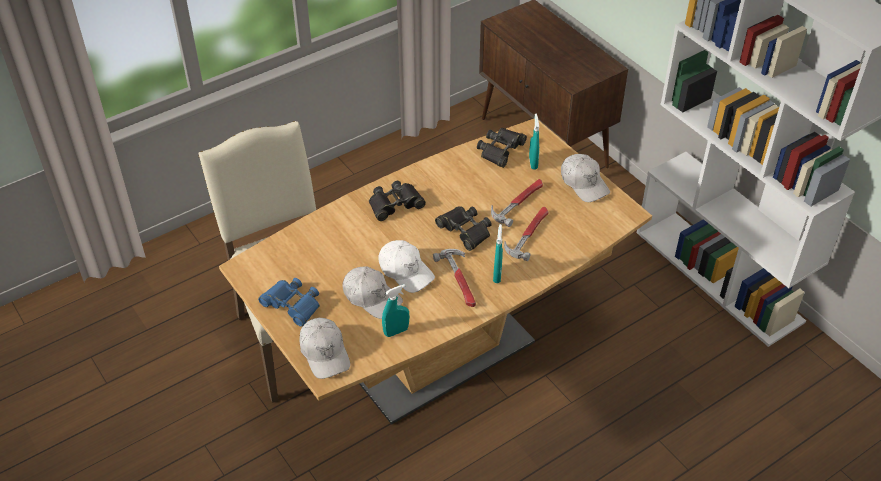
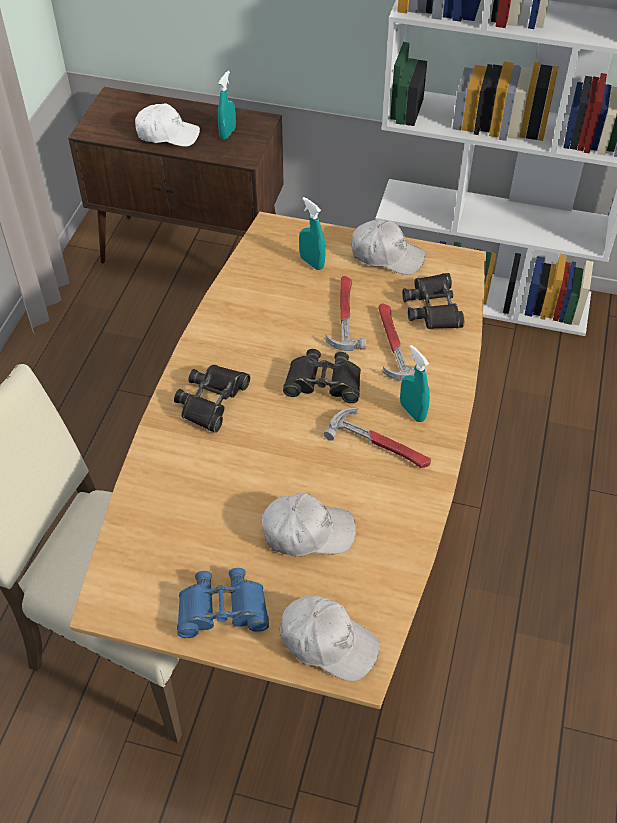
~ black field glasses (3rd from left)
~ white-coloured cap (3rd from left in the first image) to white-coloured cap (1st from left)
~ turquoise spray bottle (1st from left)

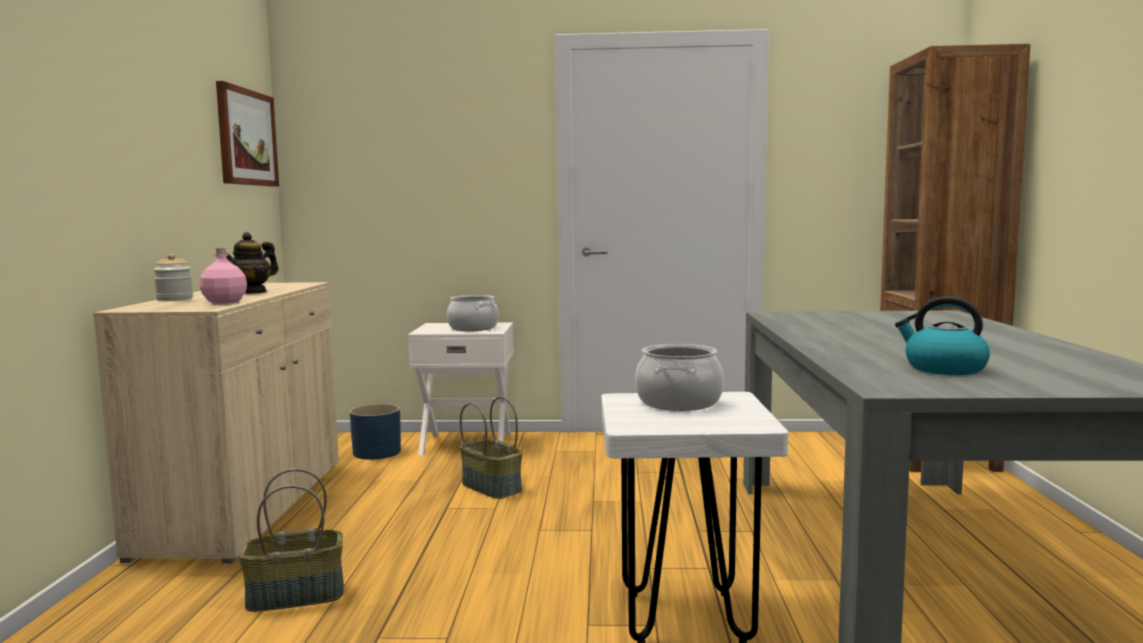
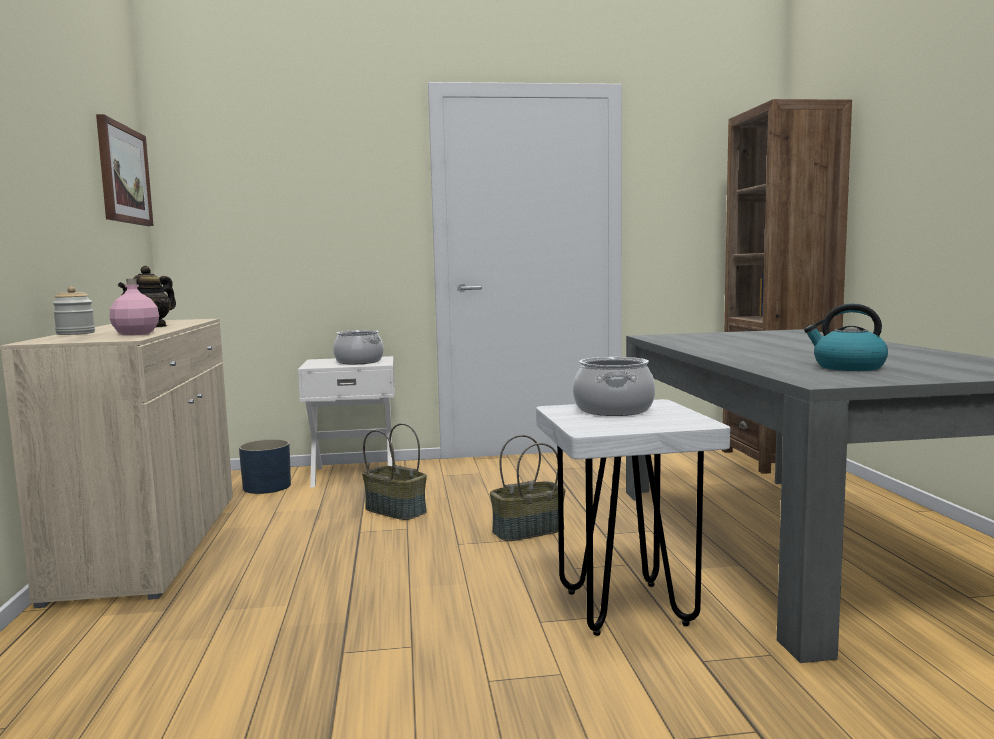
~ household basket (1st from left in the first image) to household basket (2nd from left)

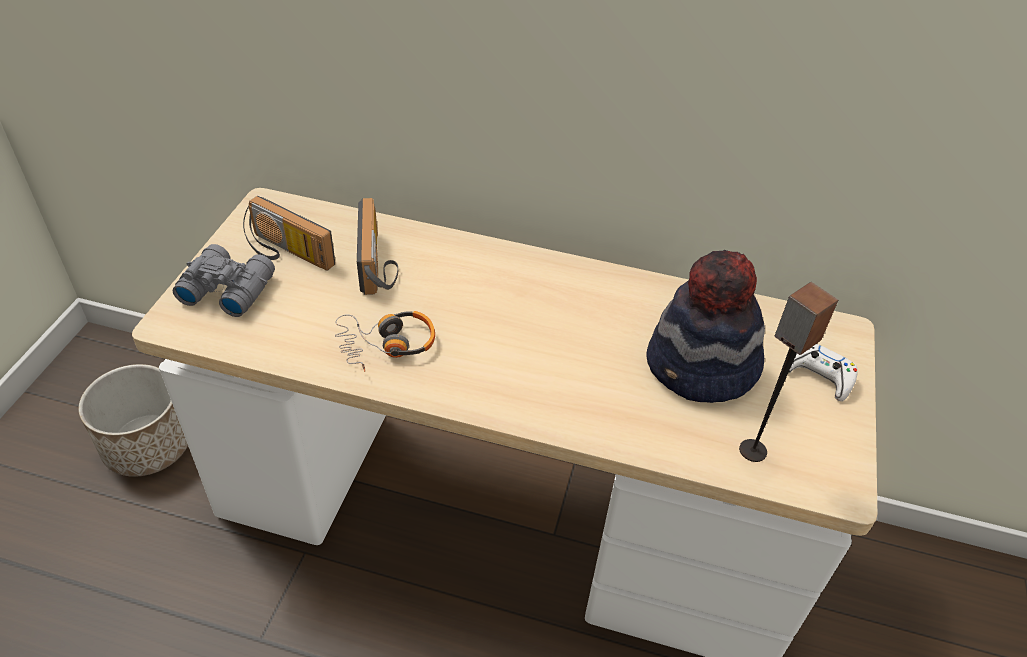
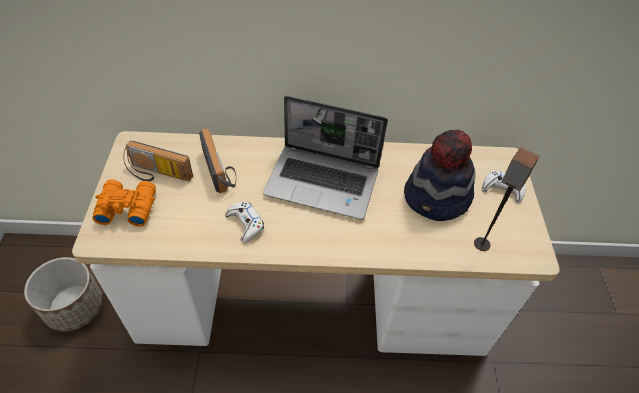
~ gray field glasses to orangey field glasses
~ pair of headphones to white-coloured joypad (1st from left)
+ laptop

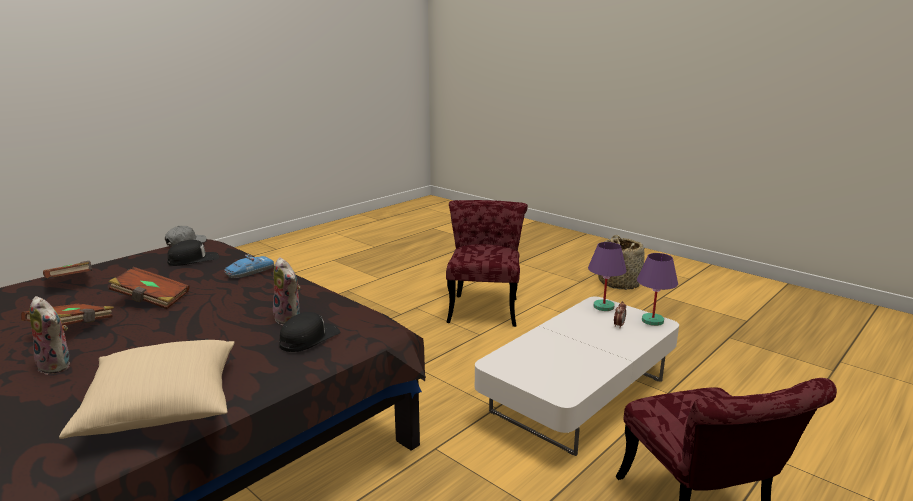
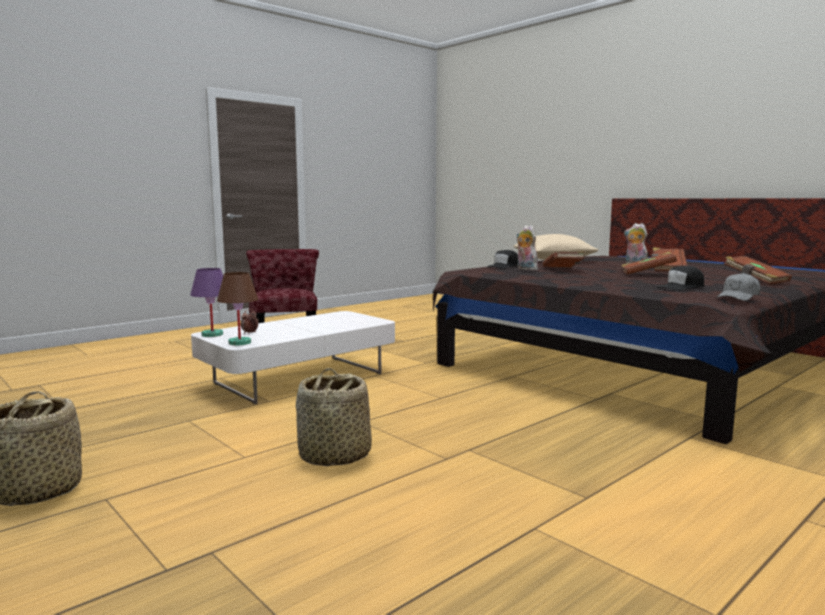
~ red-coloured chair (1st from left) to household basket (2nd from left)
~ purplish lamp for a table (1st from left) to brown lamp for a table
- toy car
+ brown book (1st from left)

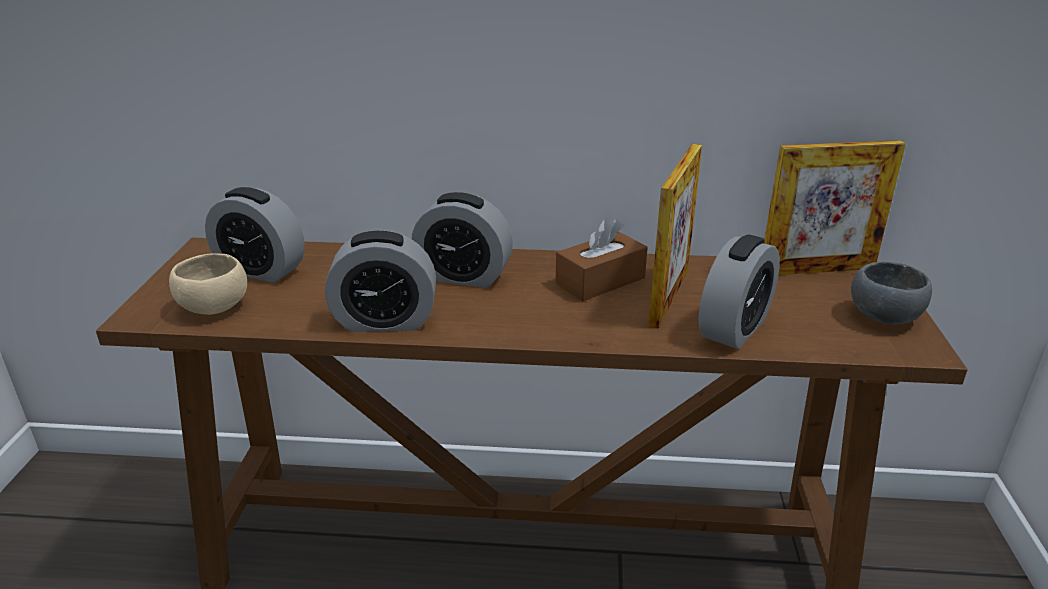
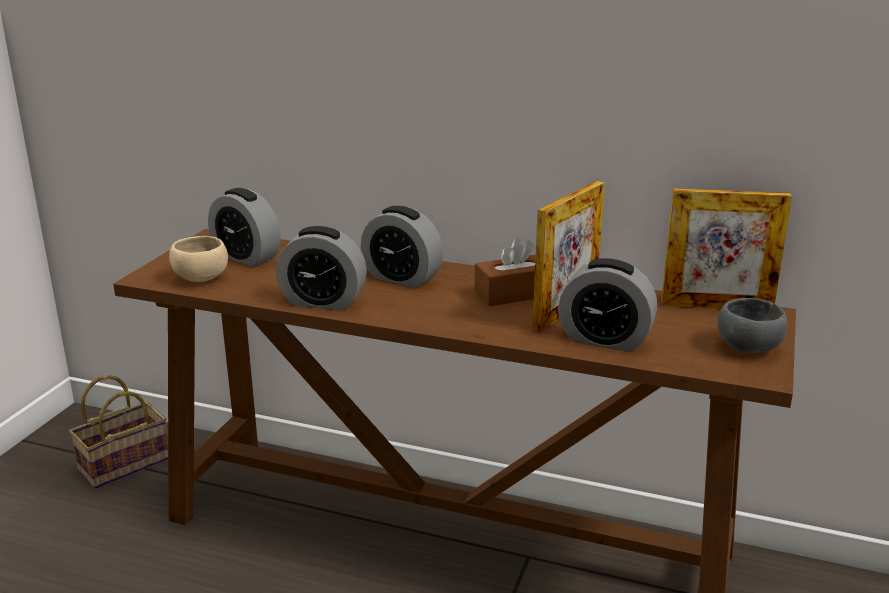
~ table clock (4th from left) 60 degrees clockwise
+ household basket

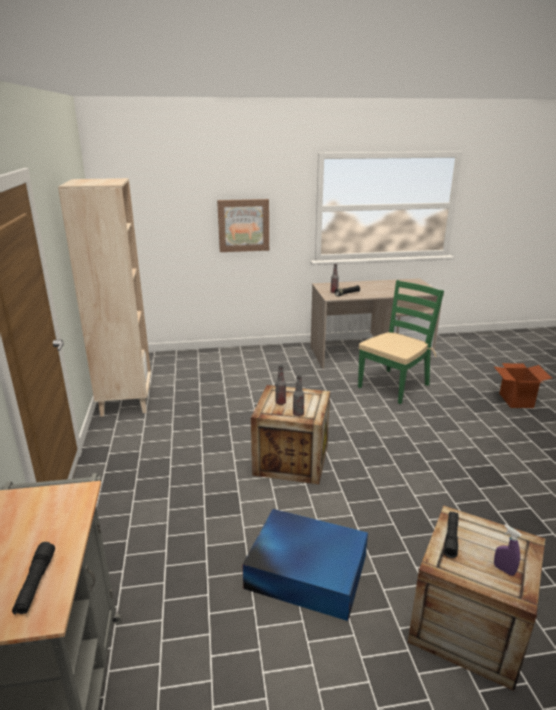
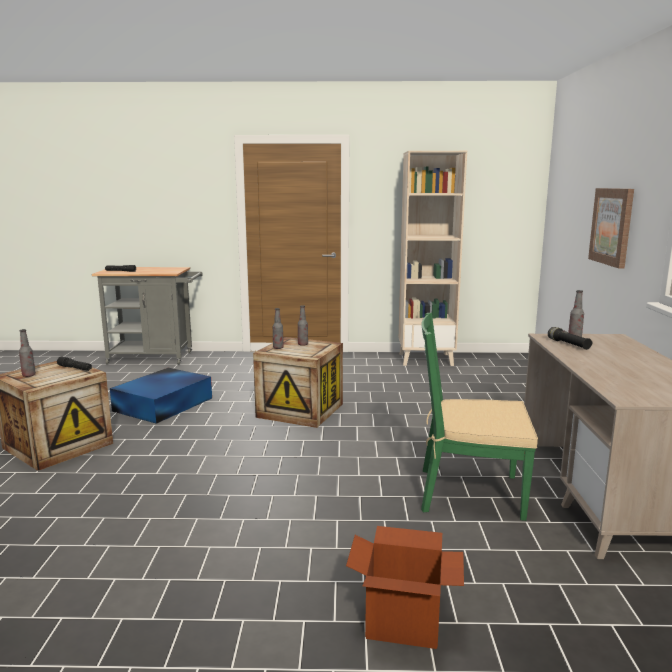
~ green chair 135 degrees clockwise
~ purplish spray bottle to beverage bottle (1st from left)

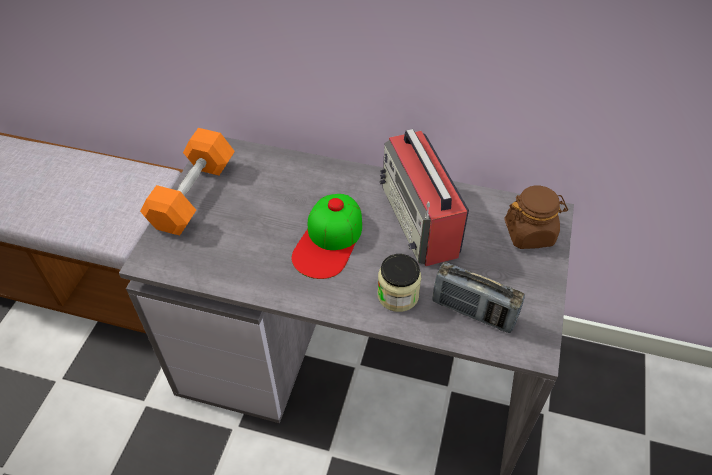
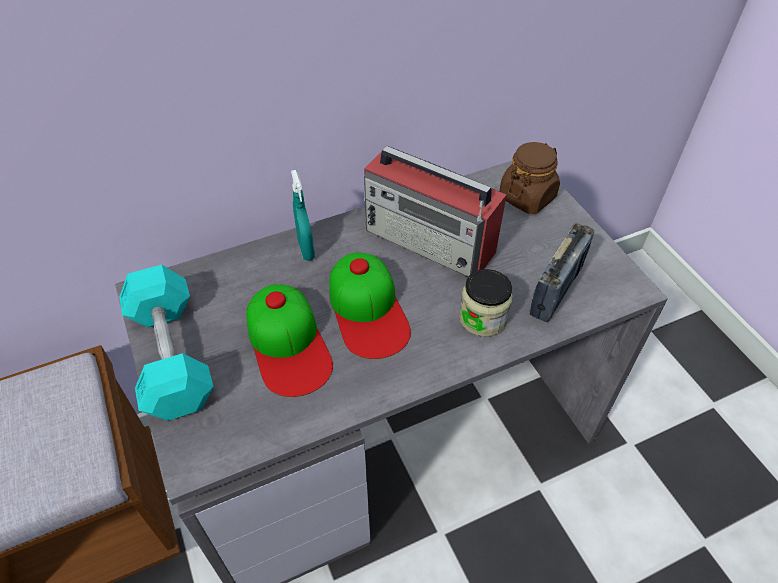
~ orangey free weight to turquoise free weight
~ radio (2nd from left) 45 degrees counterclockwise
+ turquoise spray bottle
+ cap (1st from left)

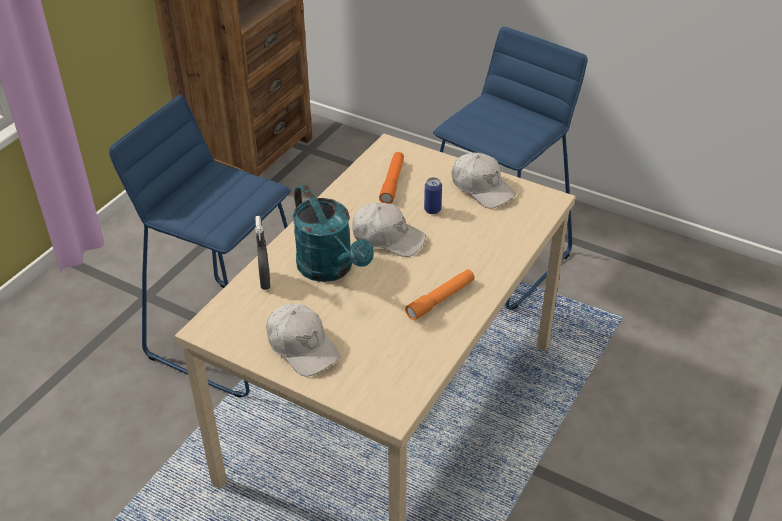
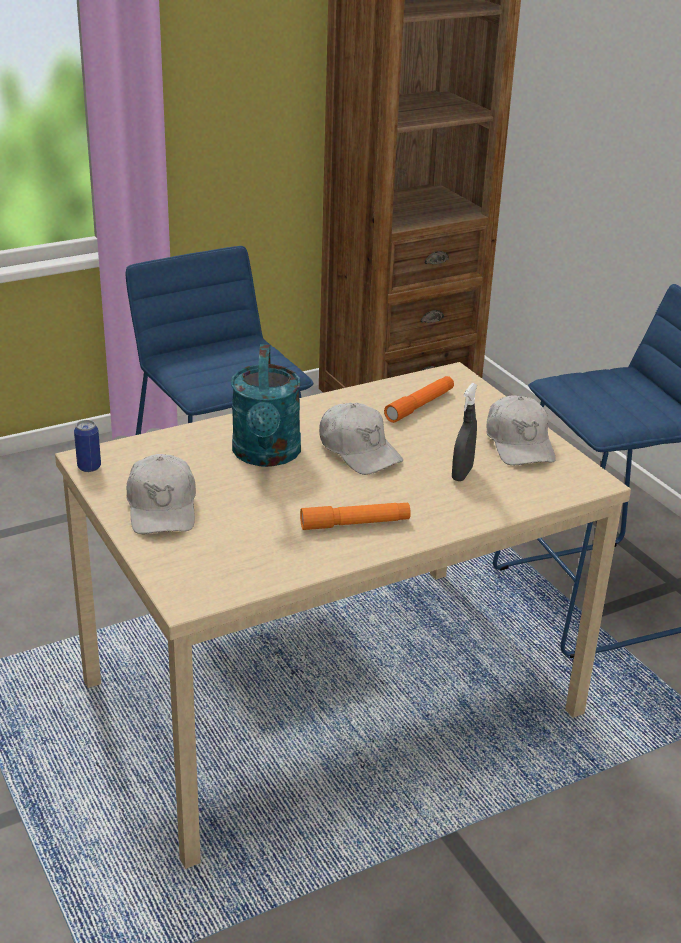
~ can
~ gray spray bottle

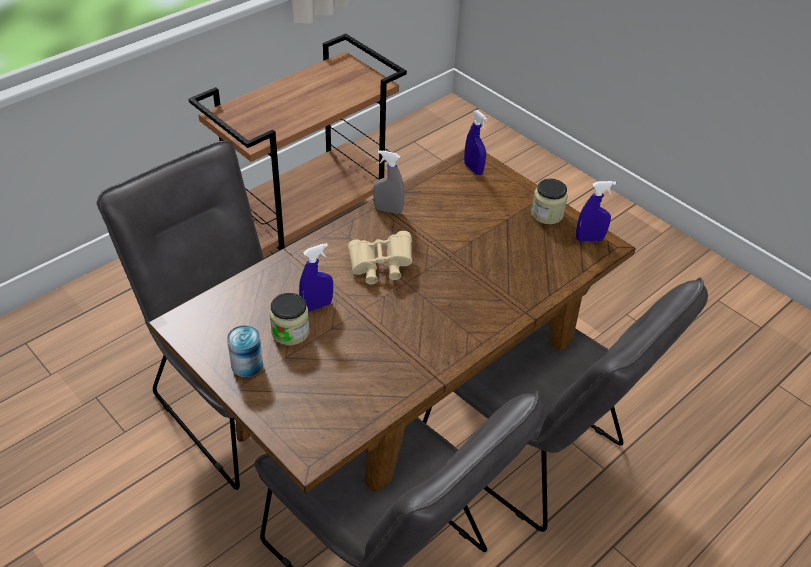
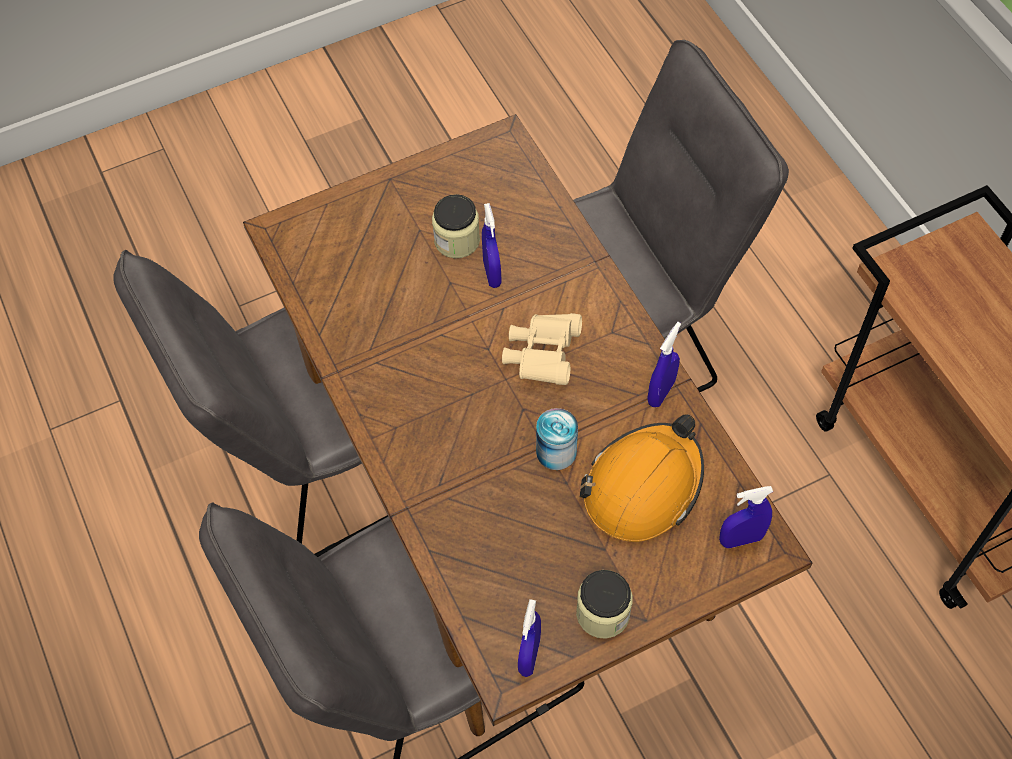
~ gray spray bottle to blue spray bottle (3rd from left)
~ can
+ orangey safety helmet

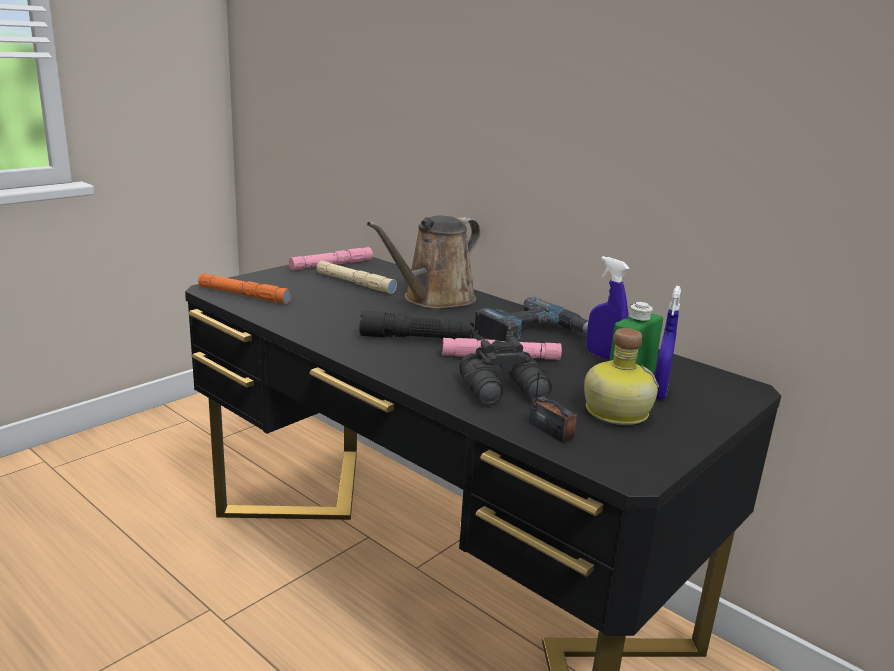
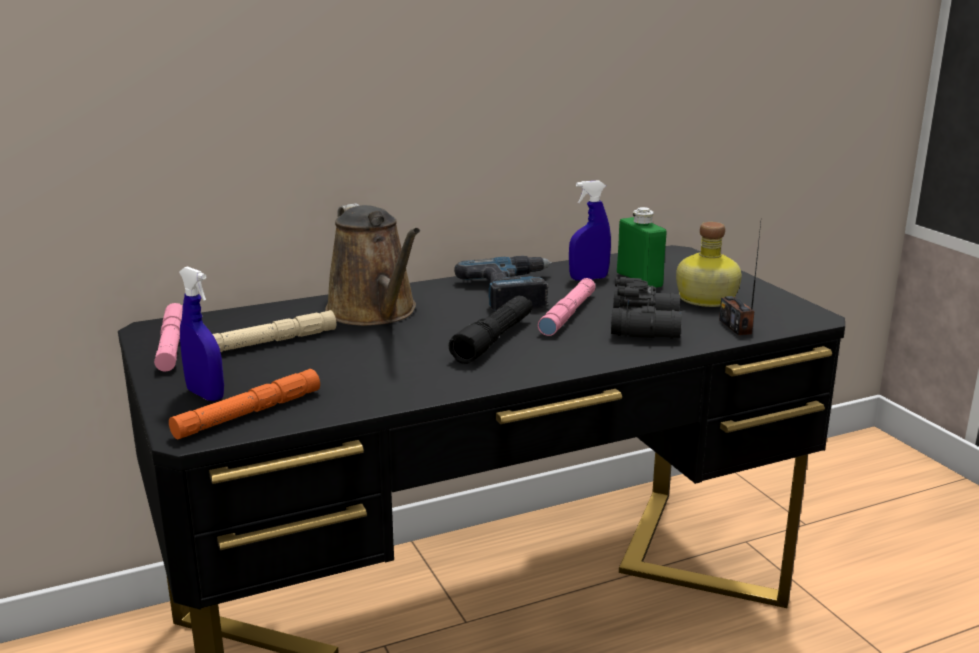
~ blue spray bottle (2nd from left in the first image) to blue spray bottle (1st from left)
~ radio 90 degrees counterclockwise

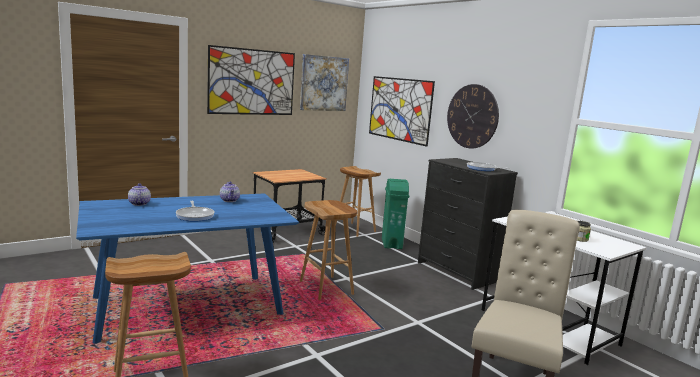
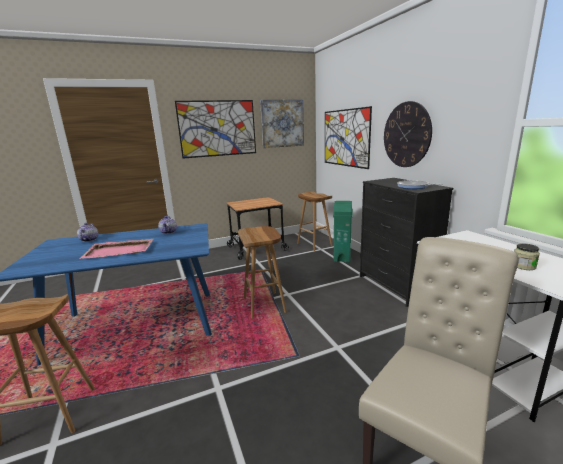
~ frying pan (1st from left) to pink serving tray

